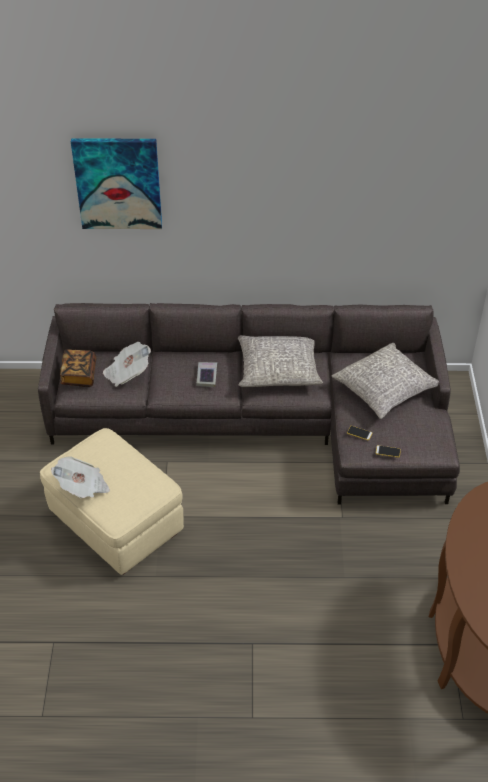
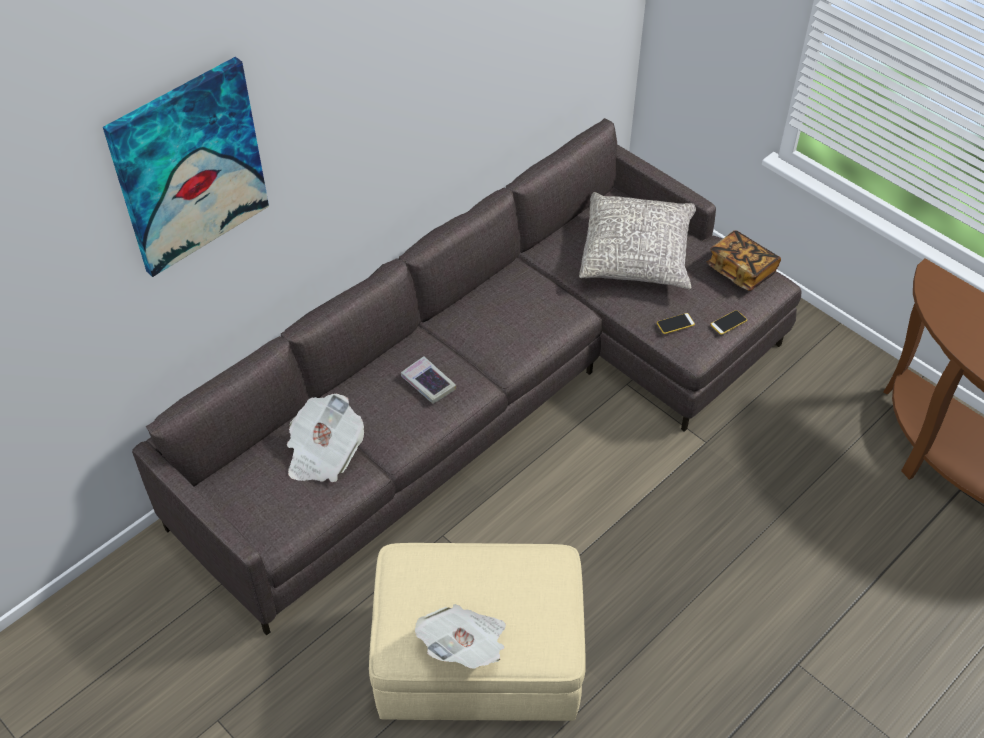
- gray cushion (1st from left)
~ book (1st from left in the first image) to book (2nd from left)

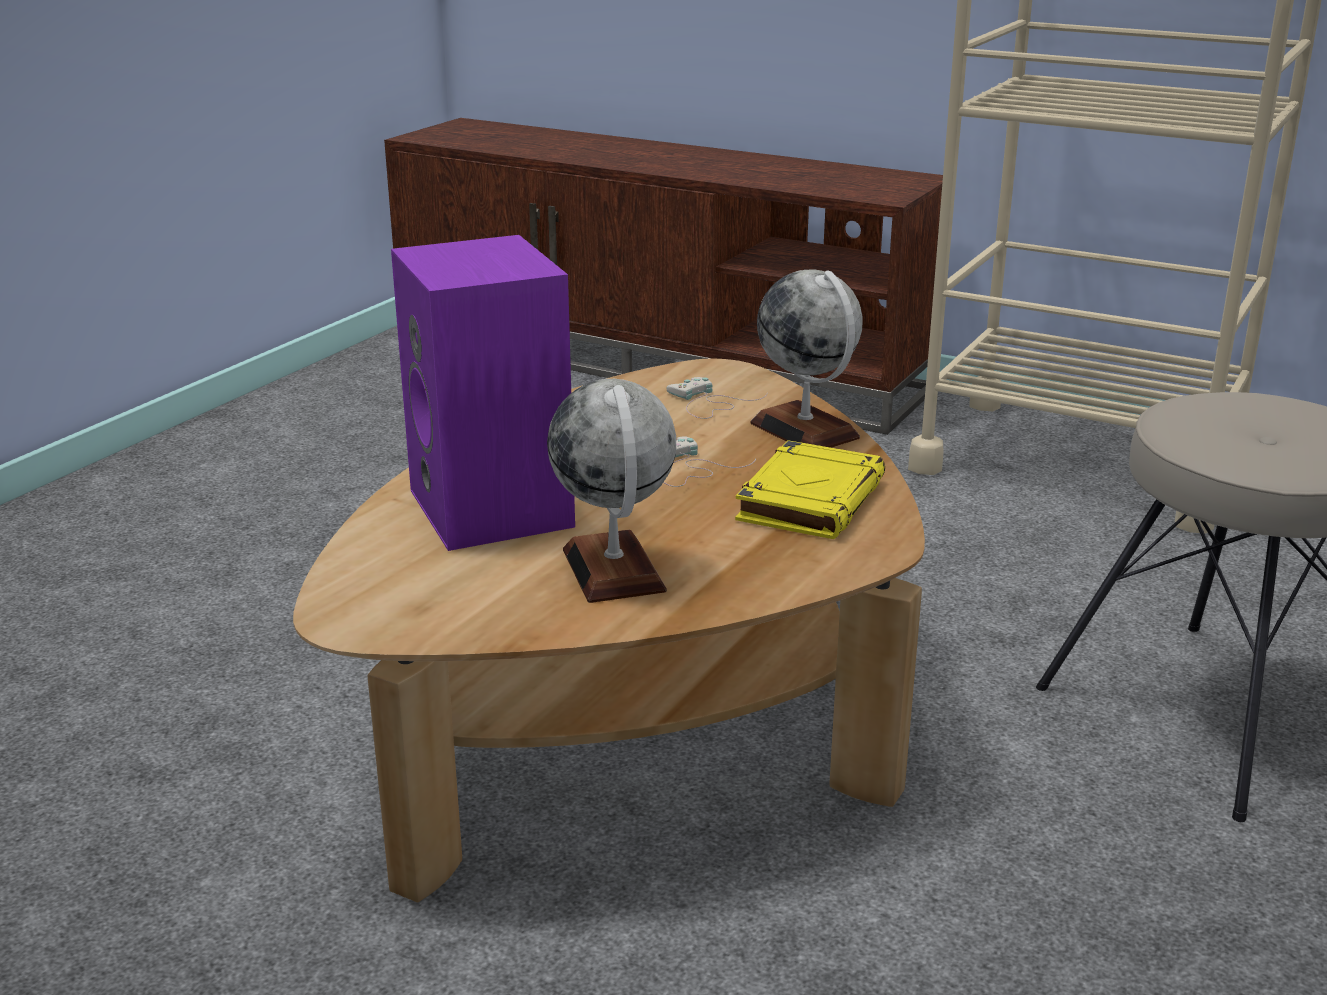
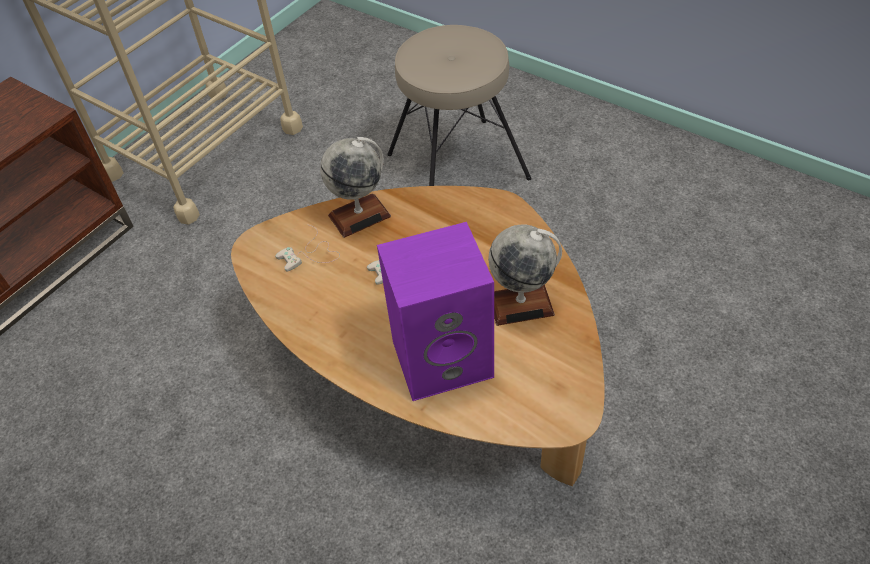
- yellow book

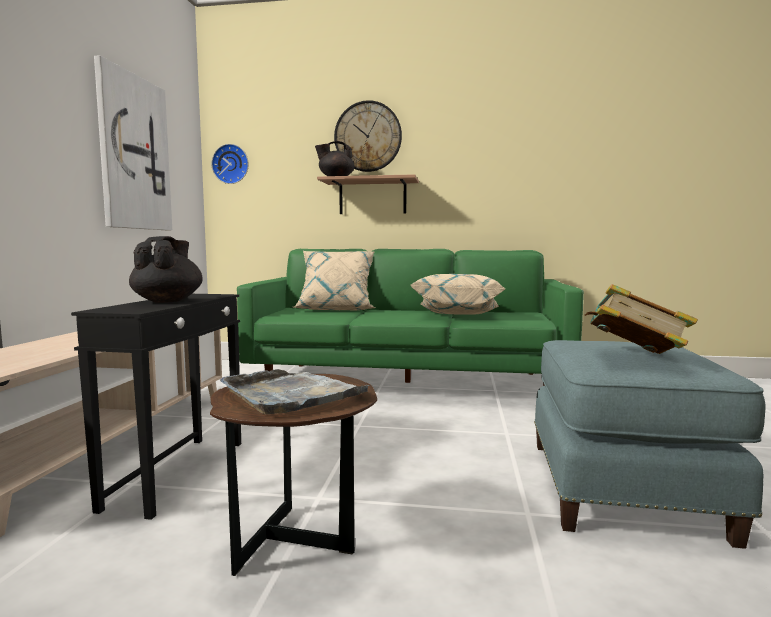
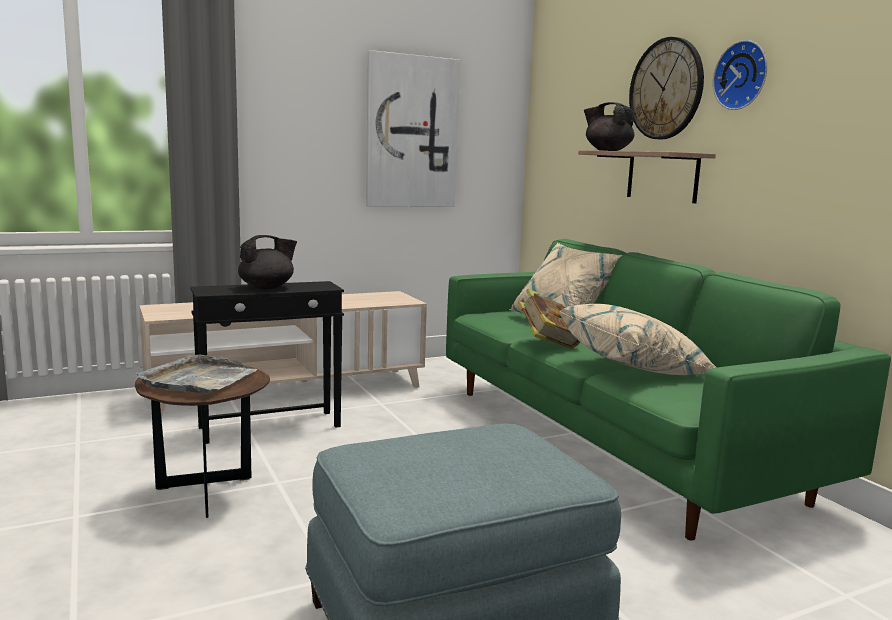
~ clock on the wall (1st from left in the first image) to clock on the wall (2nd from left)
~ book

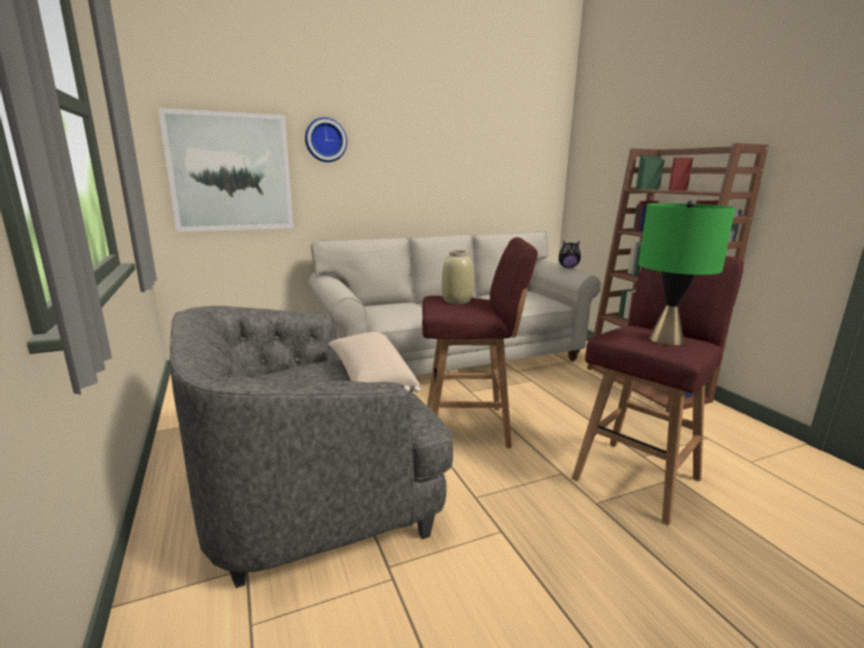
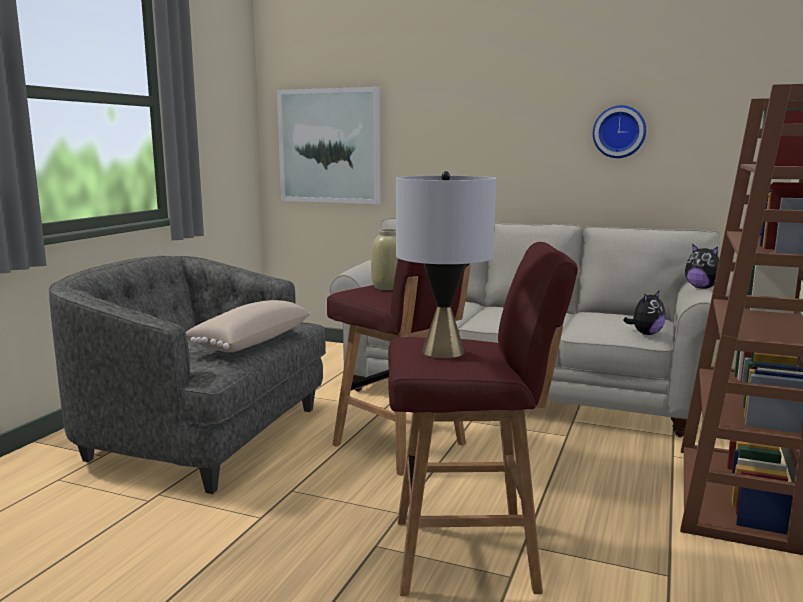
~ clock on the wall
~ green lamp for a table to gray lamp for a table
+ soft toy (1st from left)

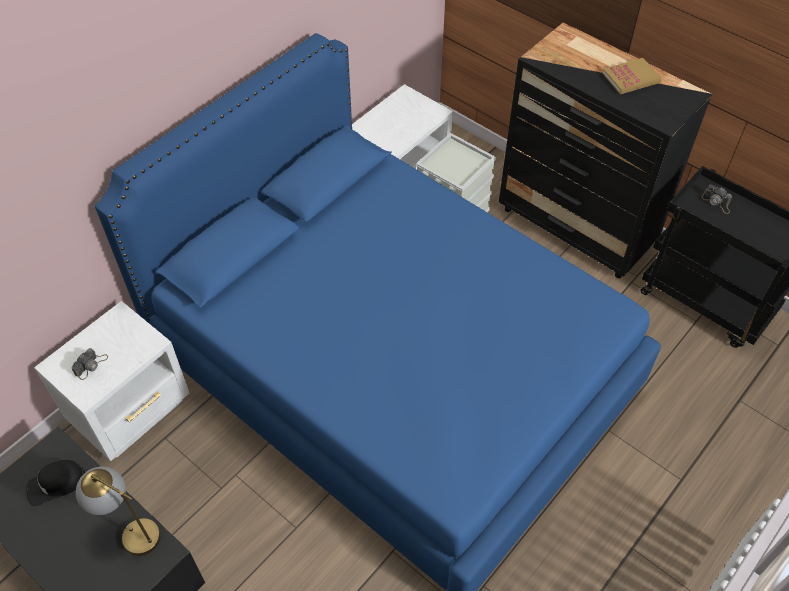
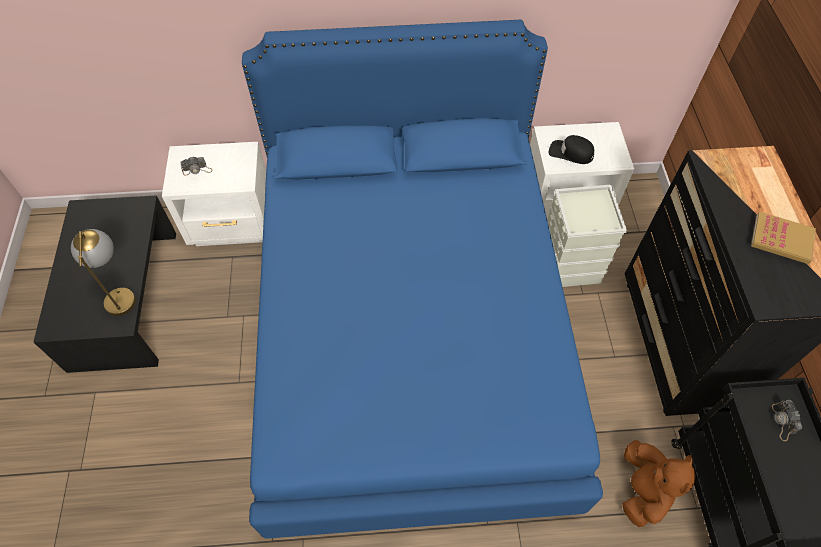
~ black cap
+ brown soft toy

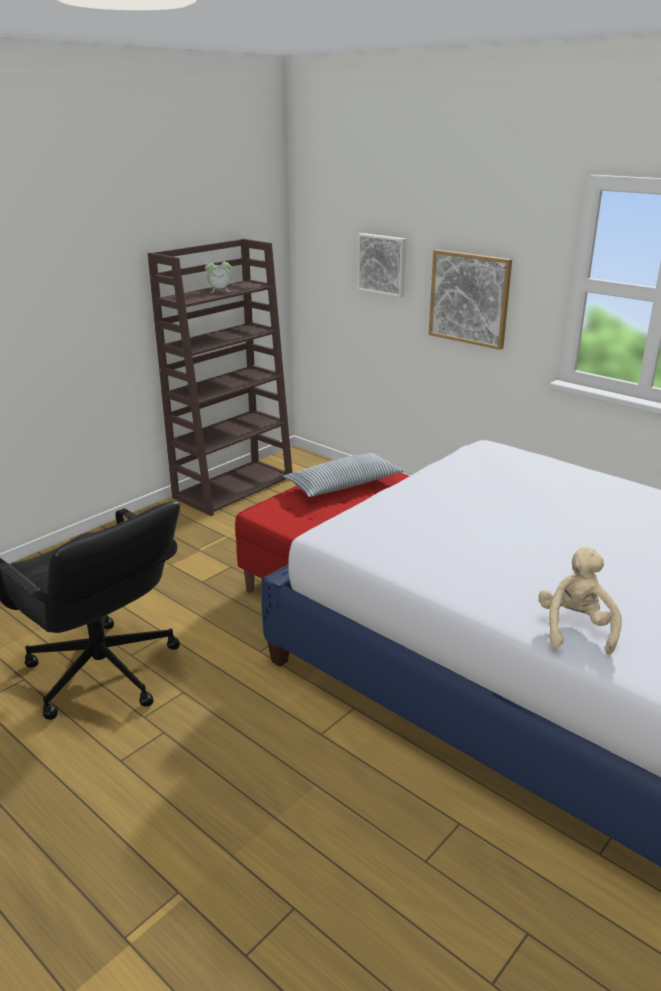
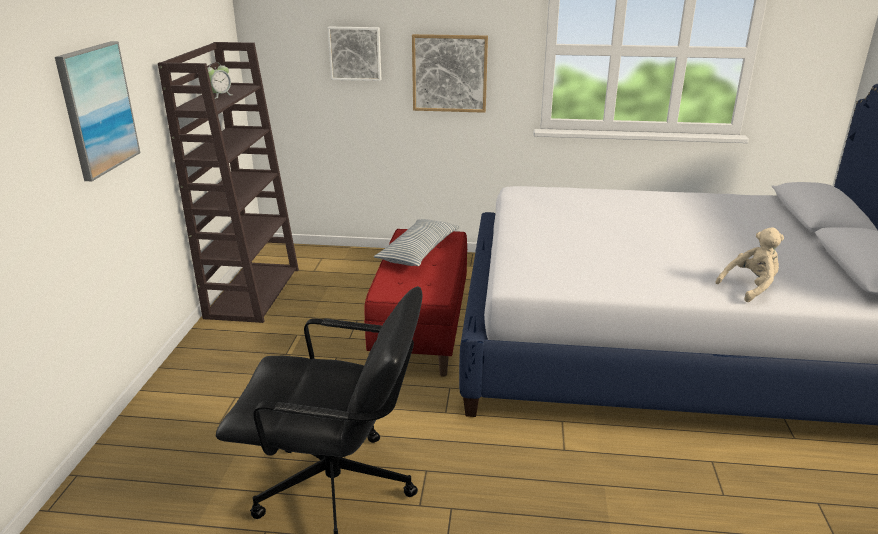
~ beige soft toy 90 degrees clockwise
+ picture (1st from left)

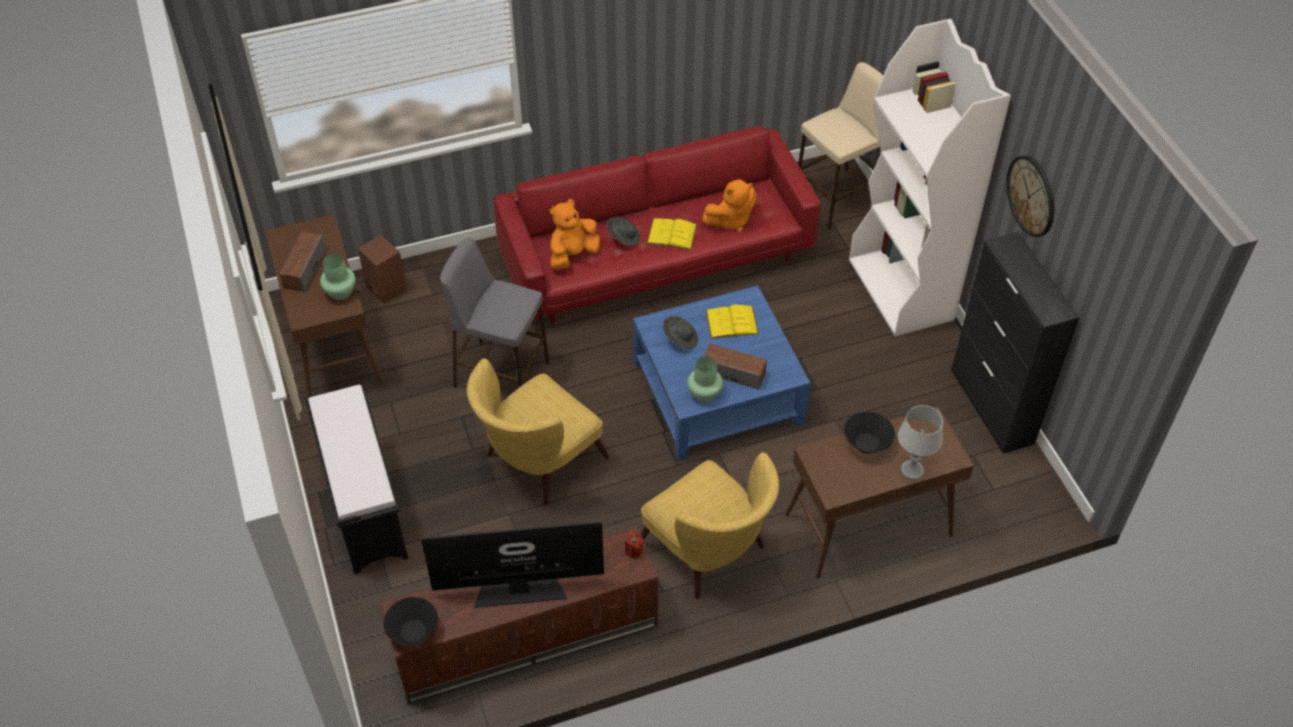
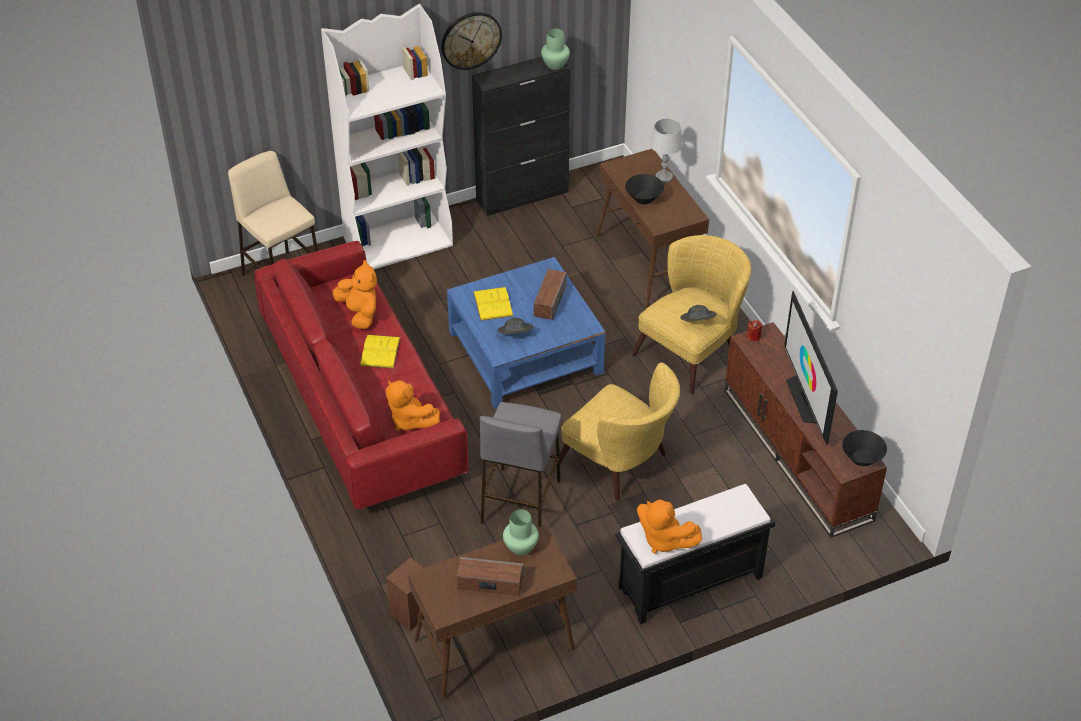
~ gray clothing hat (1st from left in the first image) to gray clothing hat (2nd from left)
~ green flower vase (2nd from left)
+ orangey soft toy (3rd from left)

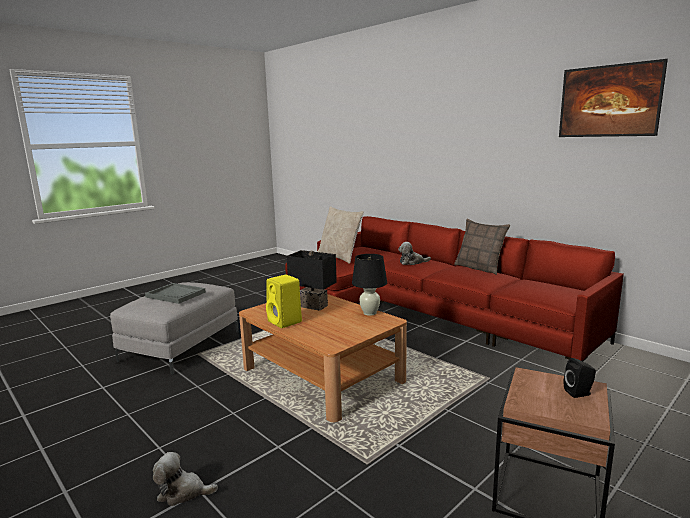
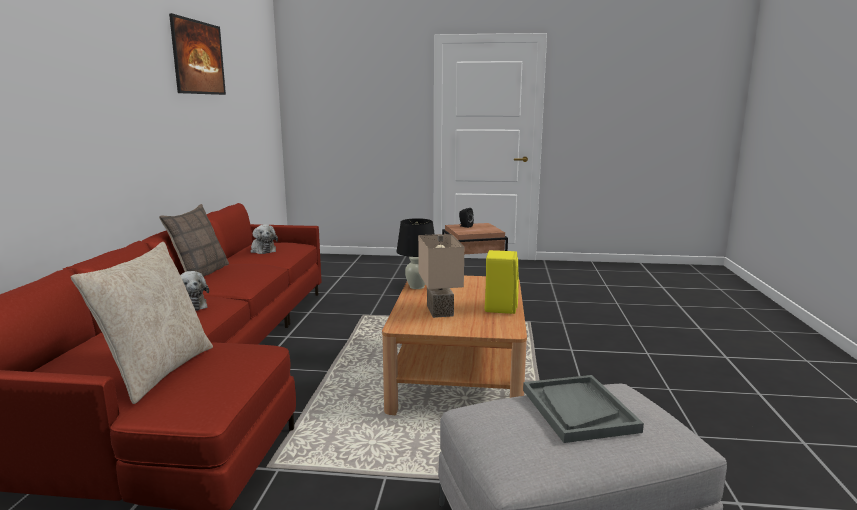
~ black lamp for a table (1st from left) to beige lamp for a table
~ soft toy (1st from left in the first image) to soft toy (2nd from left)

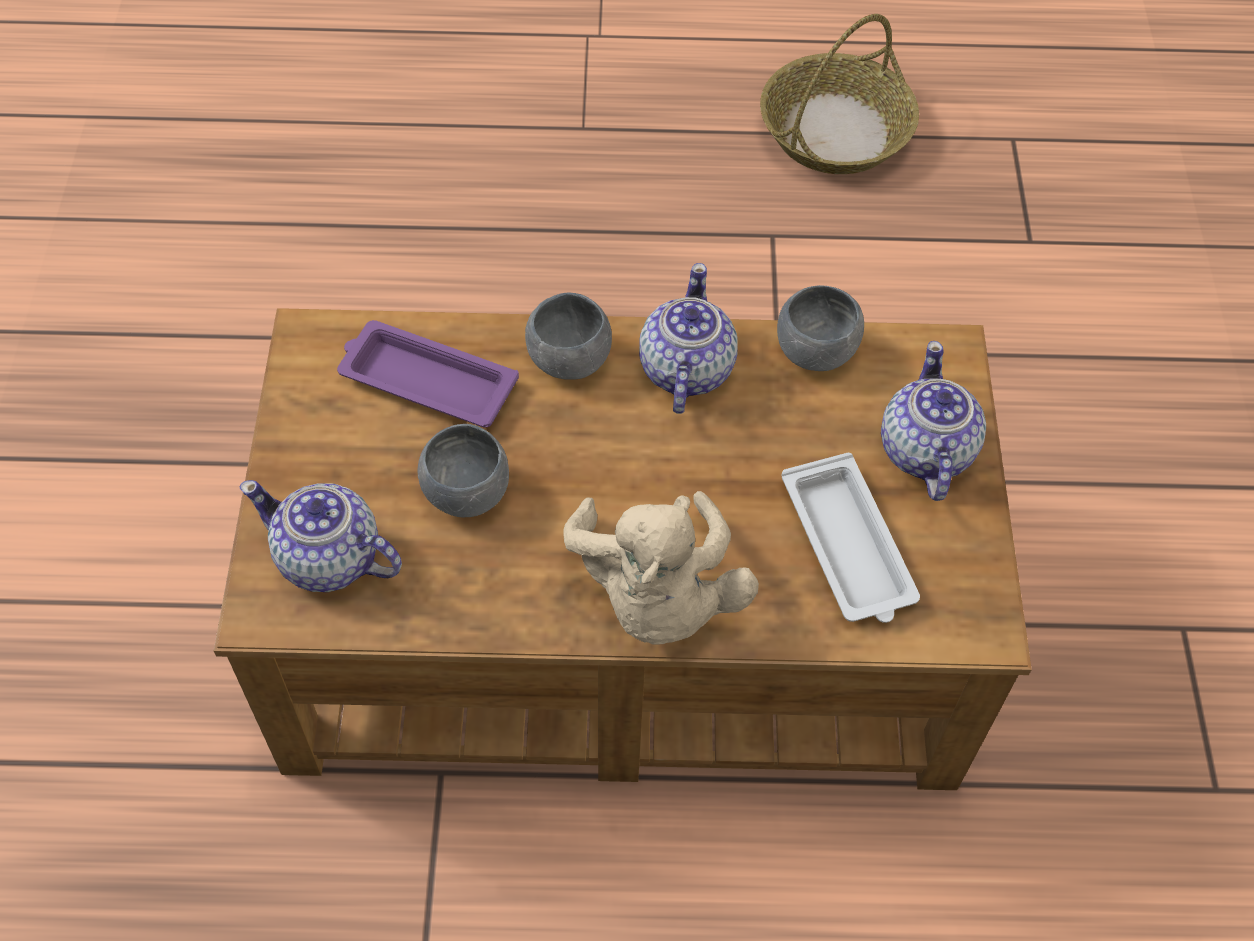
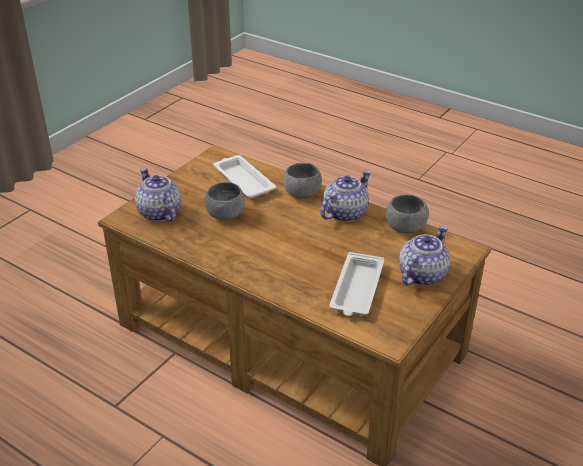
- household basket
~ purplish serving tray to white-coloured serving tray (1st from left)
- beige soft toy

